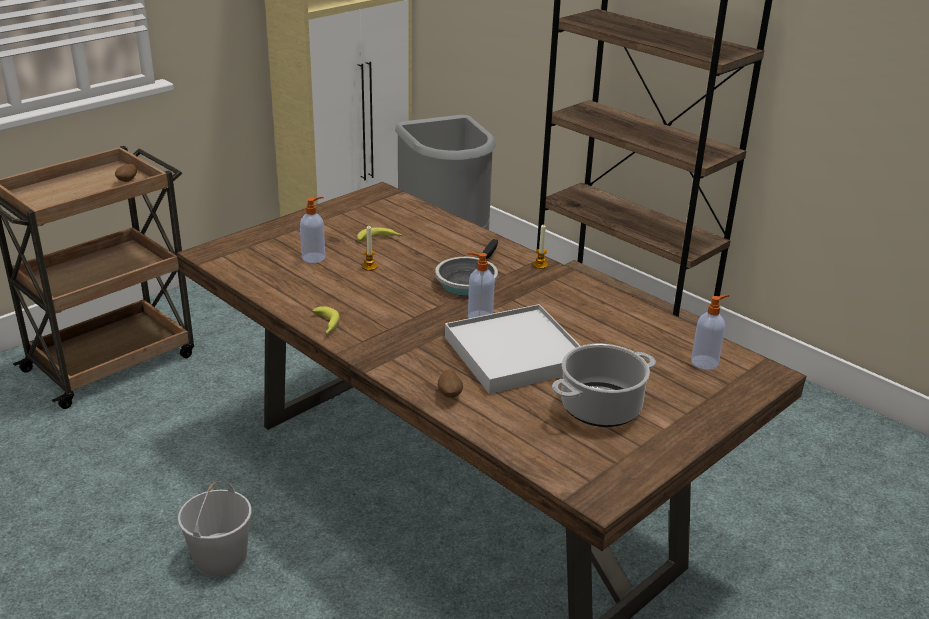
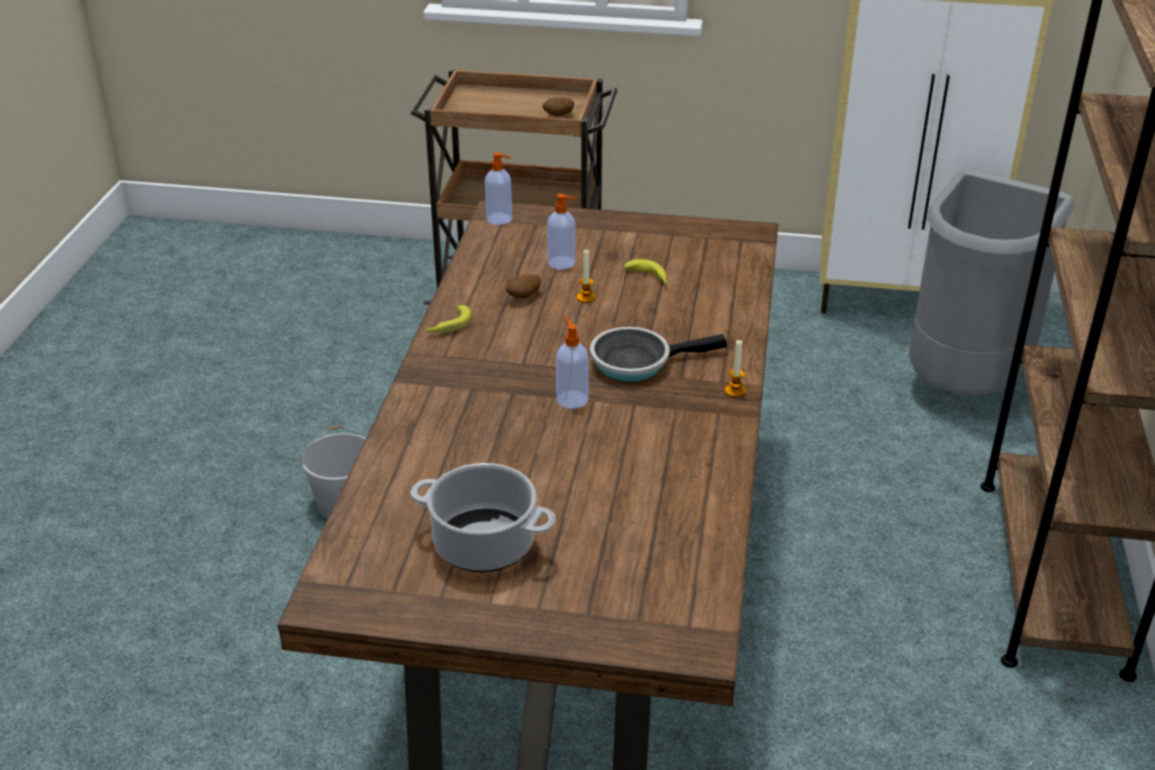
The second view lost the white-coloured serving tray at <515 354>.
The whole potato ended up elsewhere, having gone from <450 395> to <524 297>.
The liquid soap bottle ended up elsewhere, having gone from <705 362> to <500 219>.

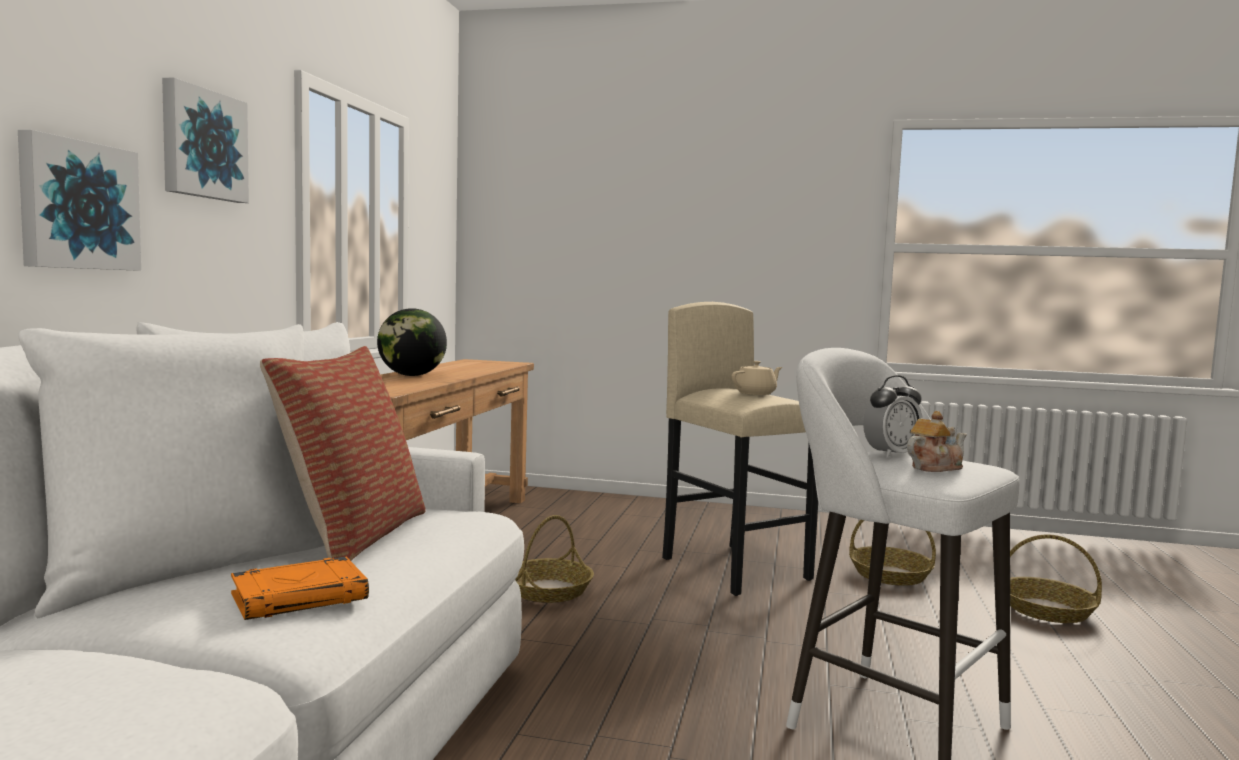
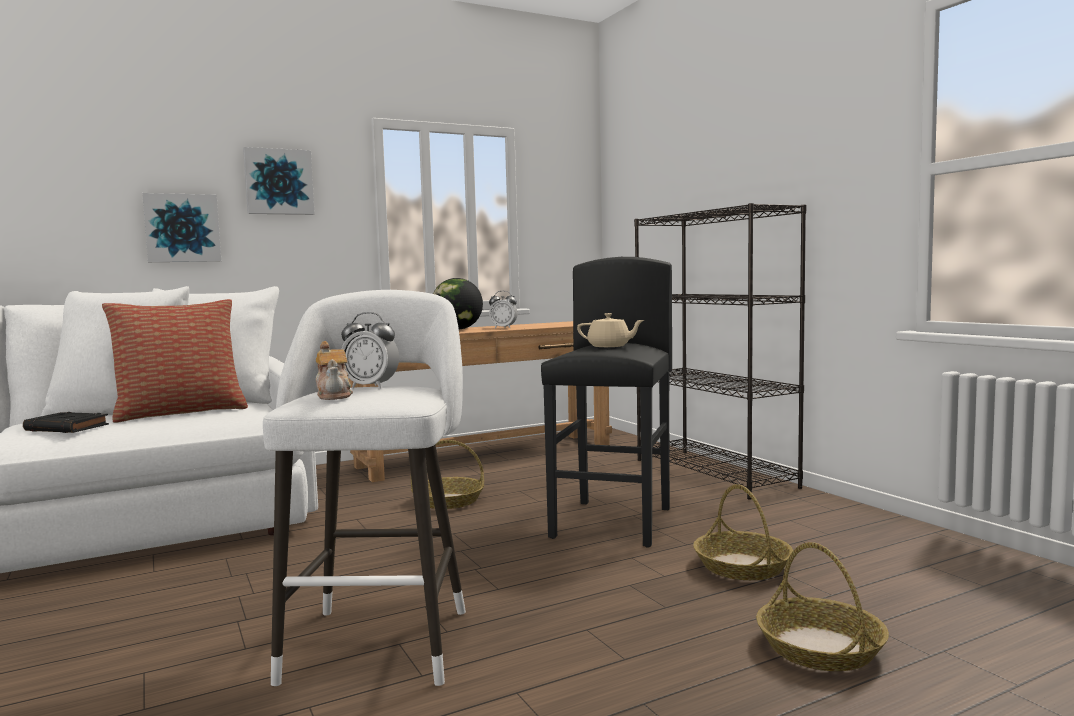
The second view gained the table clock at <503 328>.
The second view gained the black-coloured bookcase at <714 473>.
What was the orangey bound book at <301 597> turned into the black-coloured bound book at <68 428>.
What was the beige stool seat at <735 568> turned into the black-coloured stool seat at <614 523>.
The pot for tea at <934 467> ended up facing another way, 45 degrees clockwise from before.

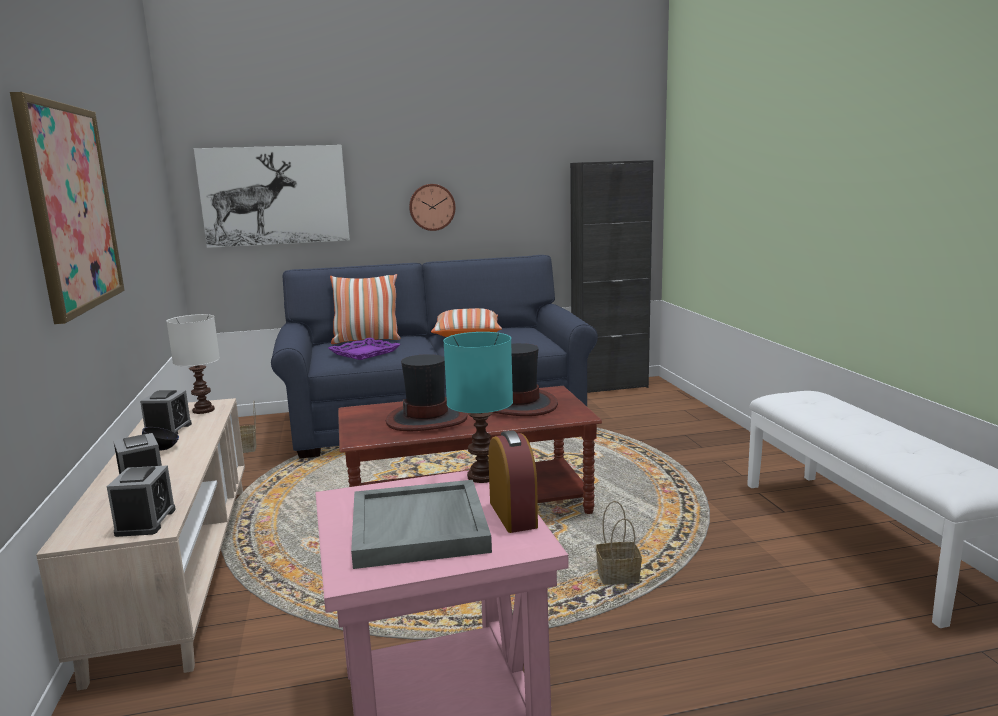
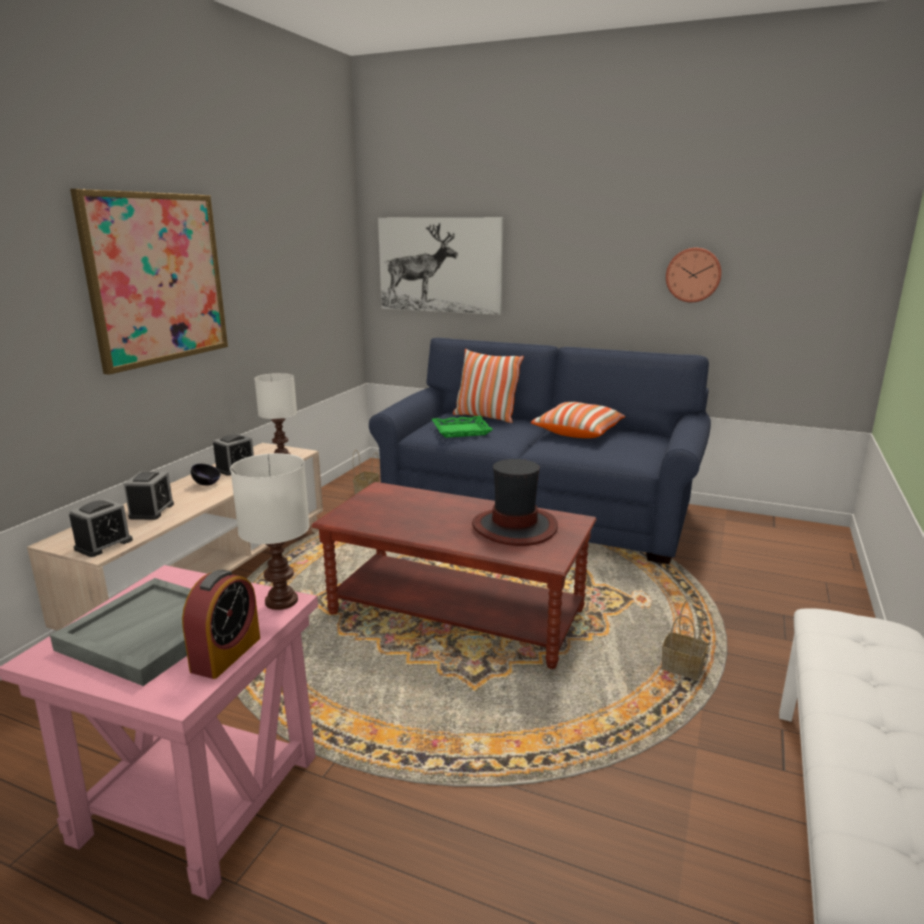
The second view lost the hat at <427 419>.
The second view lost the black-coloured storage cabinet at <609 386>.
The wall clock ended up elsewhere, having gone from <432 207> to <693 275>.
The storage basket ended up elsewhere, having gone from <617 577> to <680 668>.
What was the purple serving tray at <364 353> turned into the green-coloured serving tray at <461 430>.
What was the blue-green lamp for a table at <483 477> turned into the white-coloured lamp for a table at <281 602>.

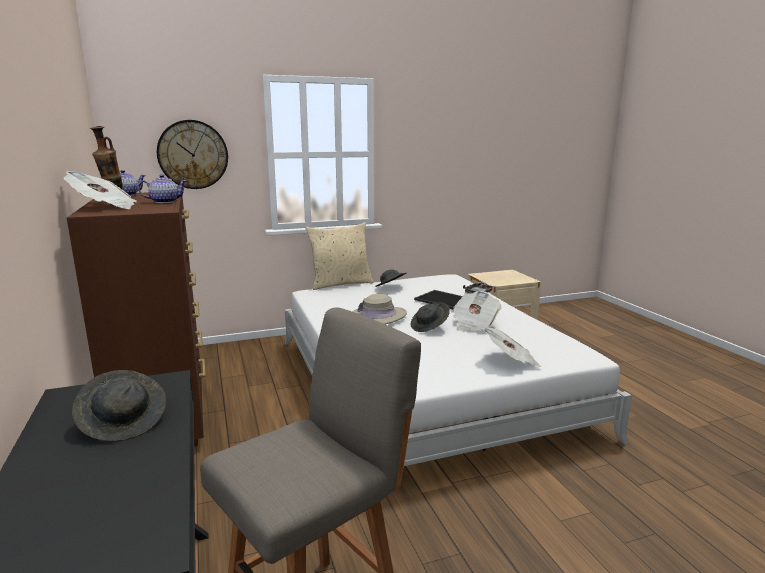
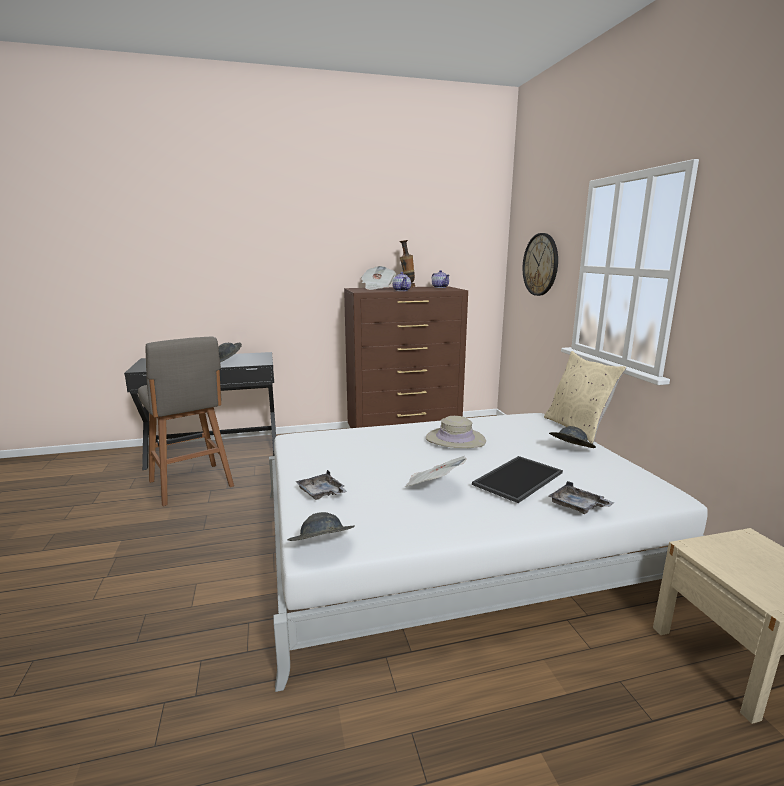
The greyish hat ended up elsewhere, having gone from <429 327> to <321 547>.
Where the newspaper stood at <511 361>, the greyish serving tray came to stand at <321 493>.

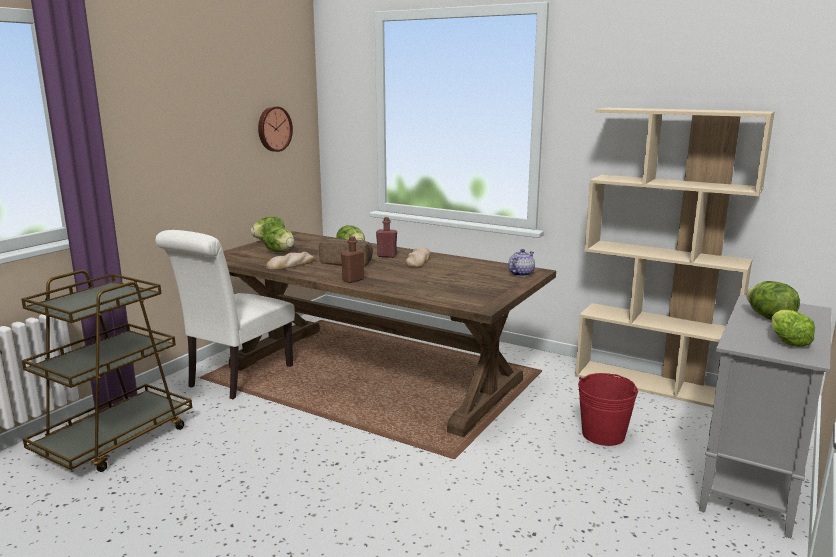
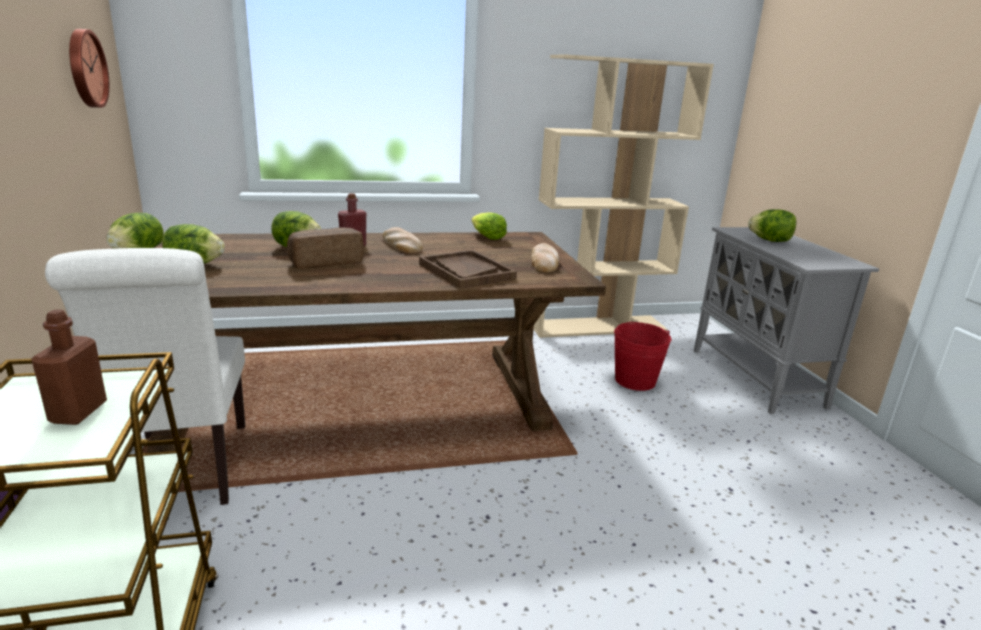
The second view lost the pot for tea at <520 274>.
The second view gained the brownish serving tray at <466 271>.
The baked bread ended up elsewhere, having gone from <291 265> to <544 262>.
The brownish bottle ended up elsewhere, having gone from <353 280> to <78 412>.
The lettuce head ended up elsewhere, having gone from <787 341> to <486 237>.

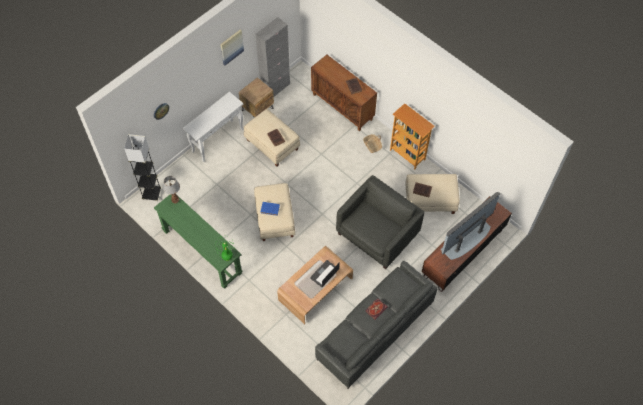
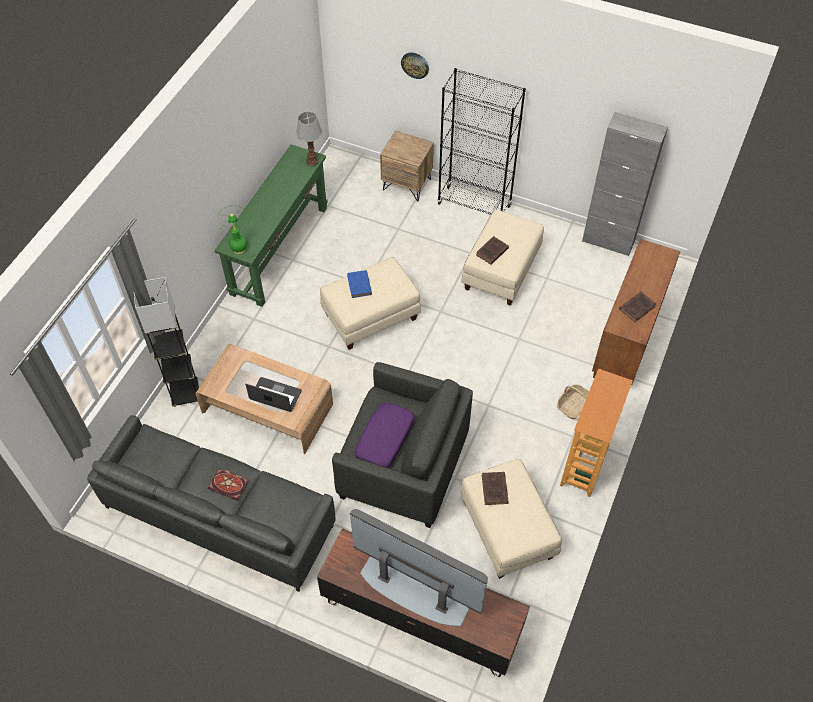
The second view lost the wall picture at <231 47>.
The second view gained the purple cushion at <385 439>.
The greyish standing lamp ended up elsewhere, having gone from <152 194> to <185 394>.
The brownish bedside table ended up elsewhere, having gone from <257 109> to <407 184>.
Where the white-coloured console table stood at <218 140>, the black-coloured bookcase came to stand at <474 205>.

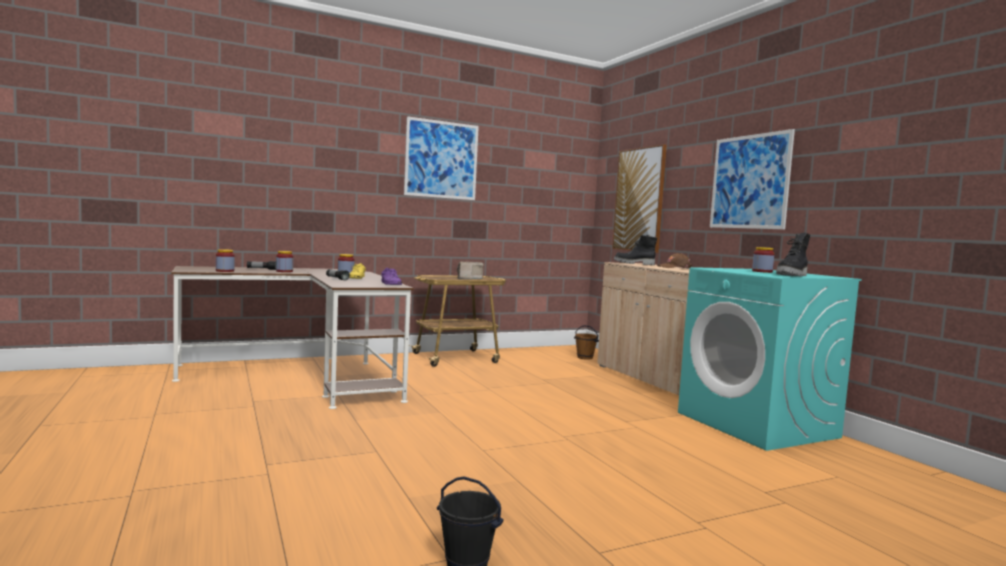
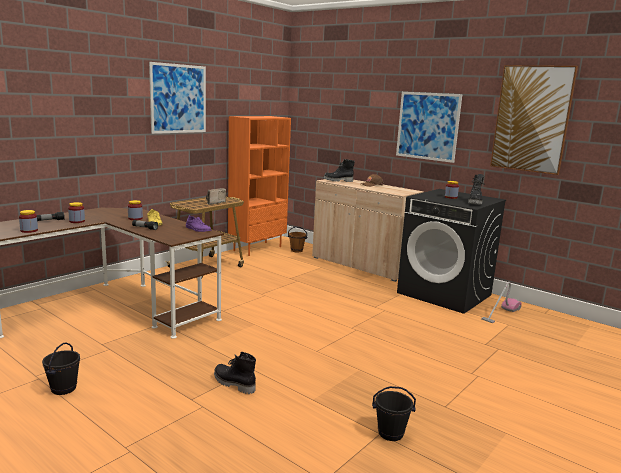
The second view gained the black-coloured water bucket at <63 389>.
The second view gained the black-coloured boot at <233 384>.
The second view gained the orangey bookcase at <257 248>.
The second view gained the hoover at <501 314>.
The wall picture ended up elsewhere, having gone from <639 199> to <532 119>.
What was the blue-green washing machine at <757 425> turned into the black-coloured washing machine at <445 294>.

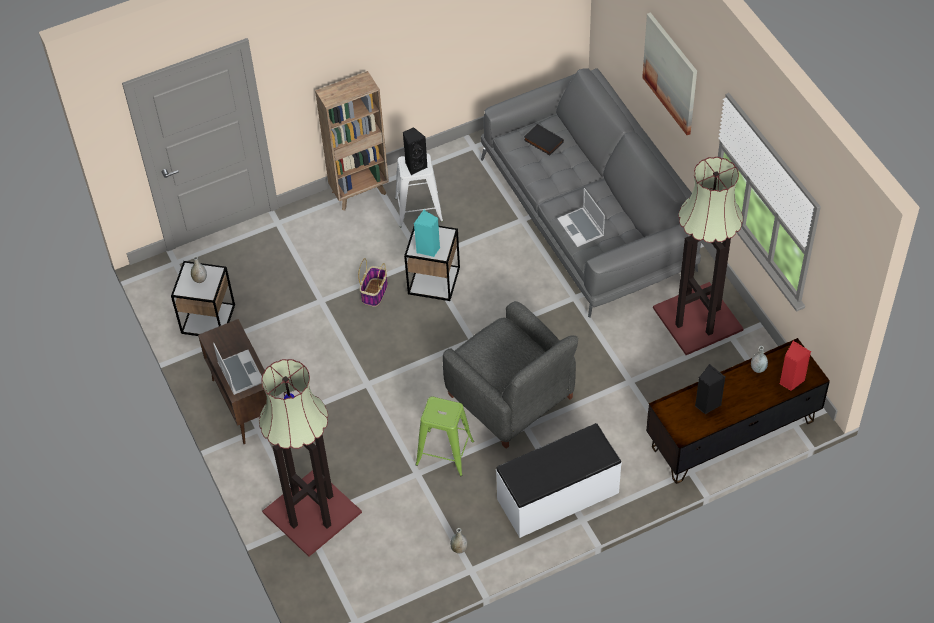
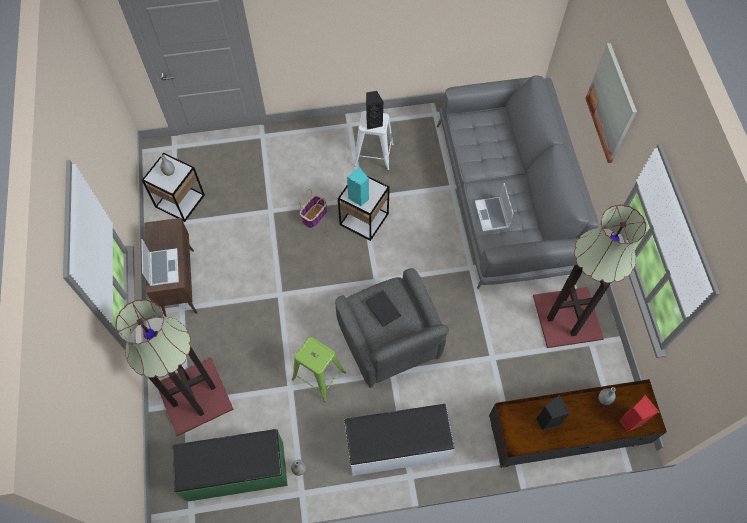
The second view lost the brownish bookcase at <360 192>.
The second view gained the green-coloured indoor bench at <236 472>.
The black-coloured bound book ended up elsewhere, having gone from <542 141> to <382 309>.

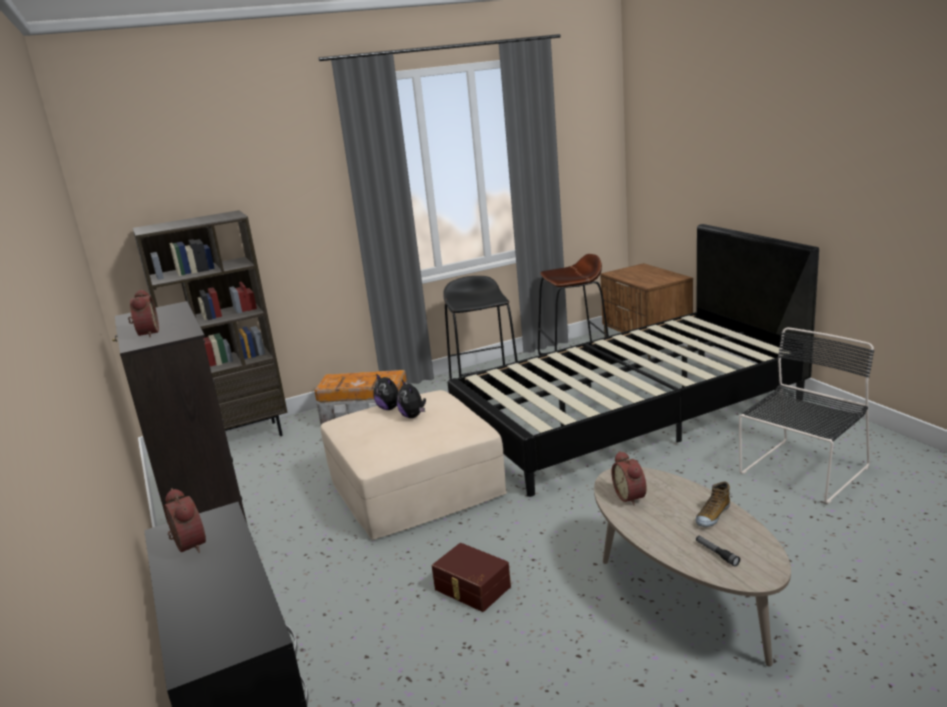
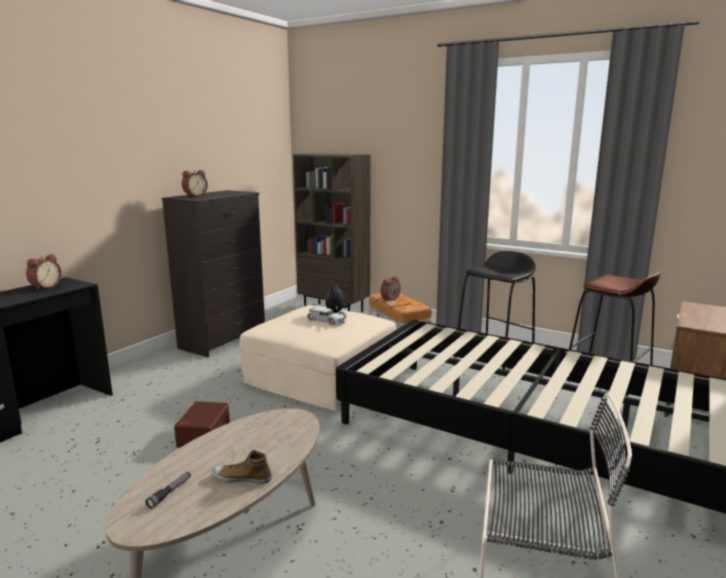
The table clock ended up elsewhere, having gone from <631 496> to <391 299>.
Where the soft toy stood at <413 416>, the white-coloured toy car came to stand at <327 320>.

